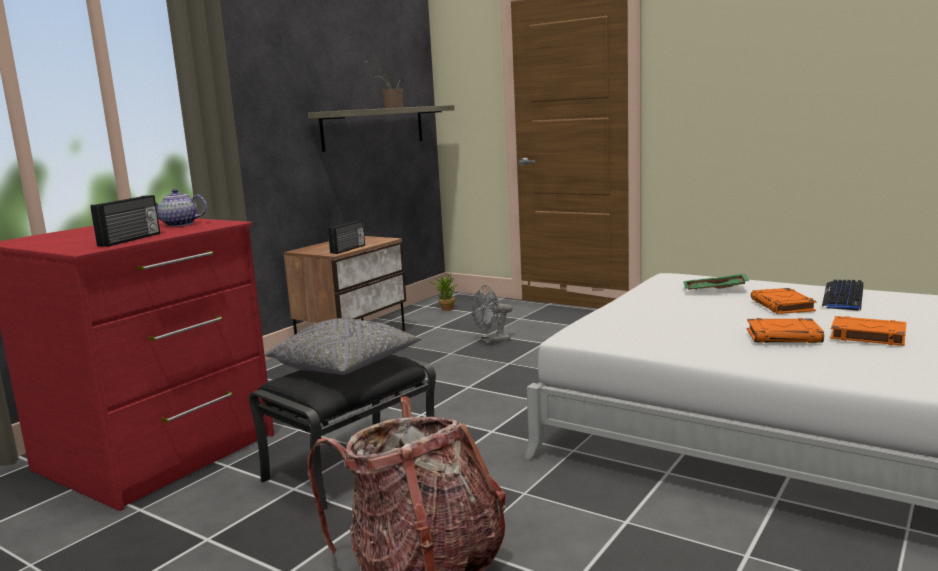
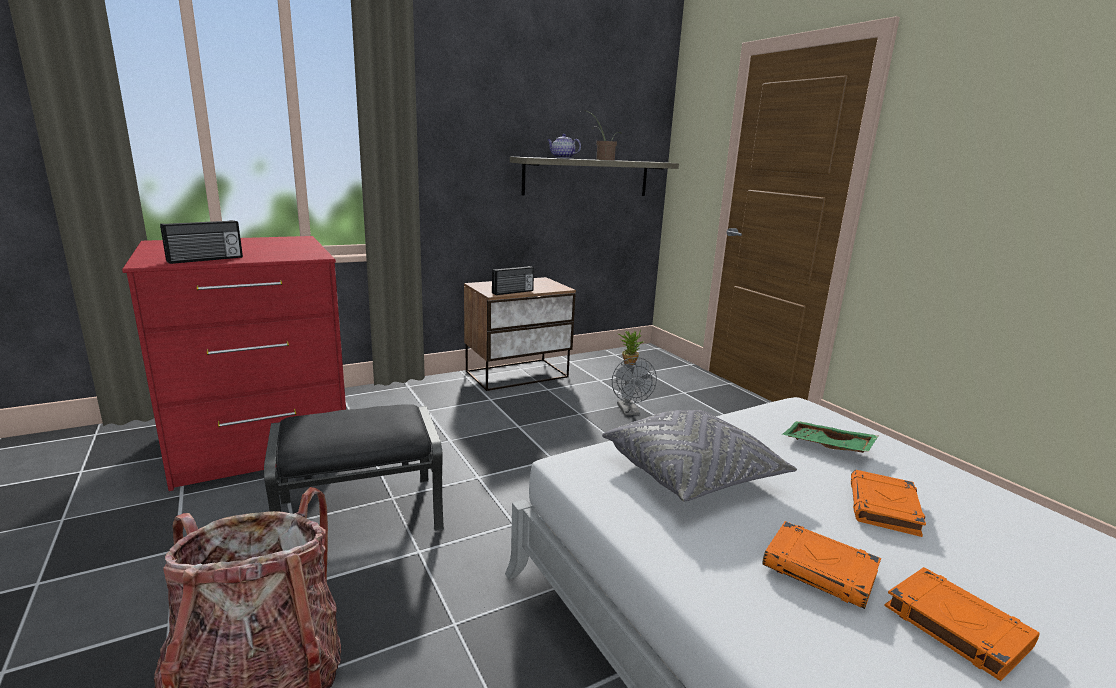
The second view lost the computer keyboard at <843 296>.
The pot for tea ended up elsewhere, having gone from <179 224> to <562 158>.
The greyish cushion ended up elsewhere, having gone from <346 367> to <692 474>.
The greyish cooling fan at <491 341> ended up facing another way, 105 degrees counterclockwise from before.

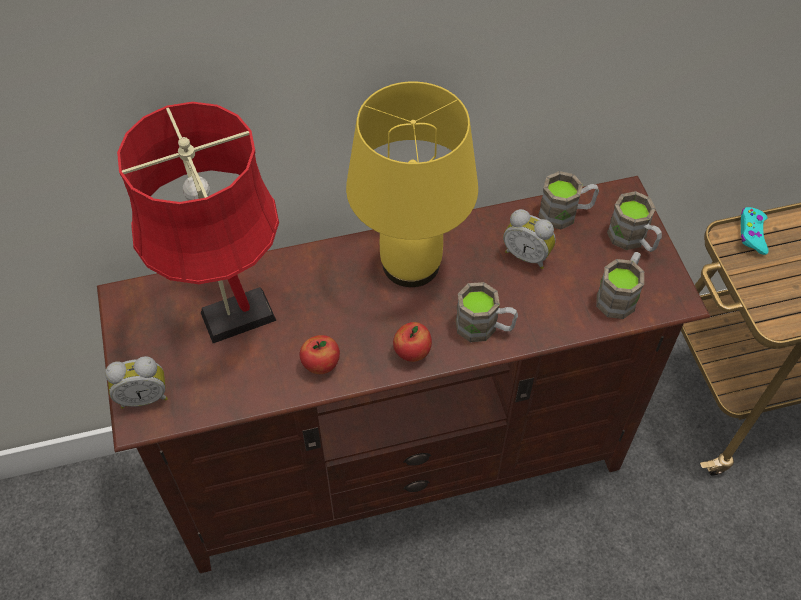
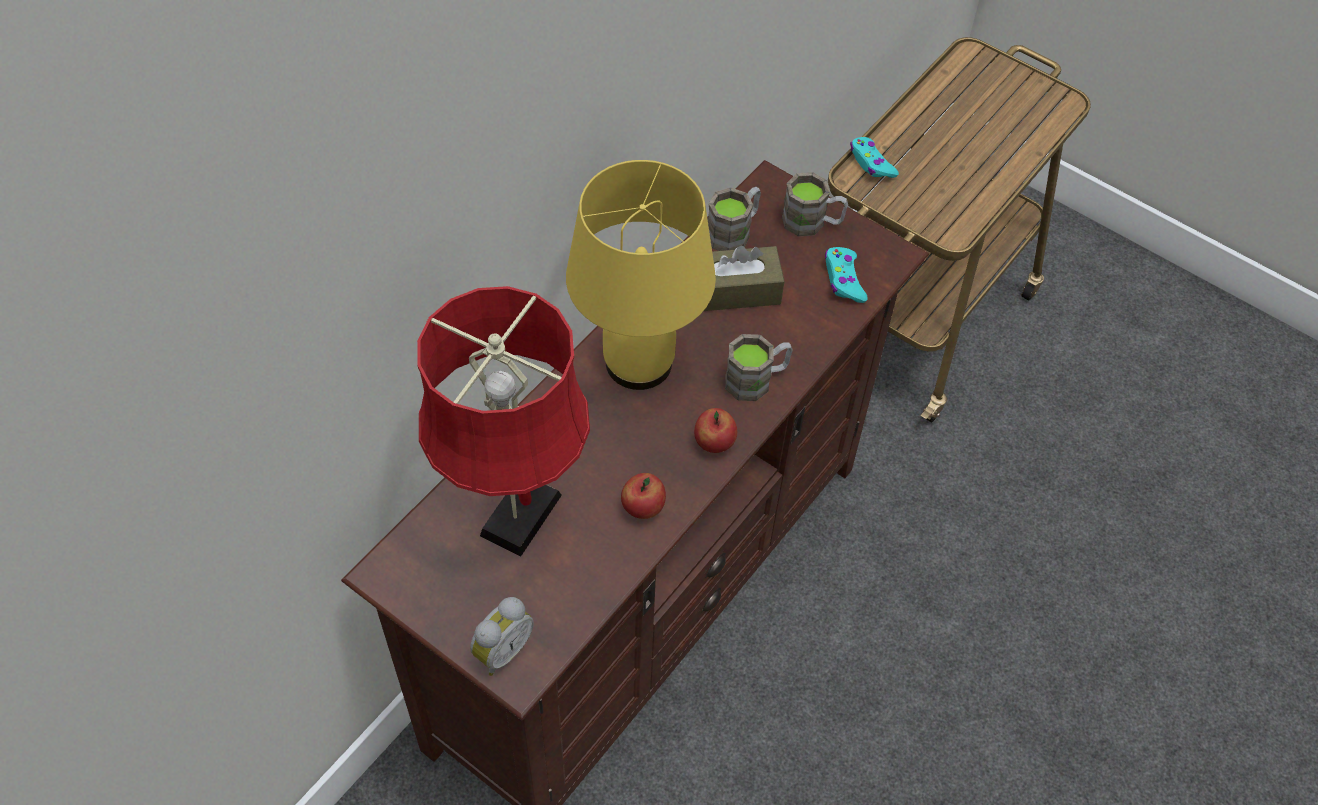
Where the table clock stood at <527 255>, the brownish box of tissues came to stand at <735 290>.
Where the brownish mug stood at <619 295>, the blue-green gamepad came to stand at <843 280>.

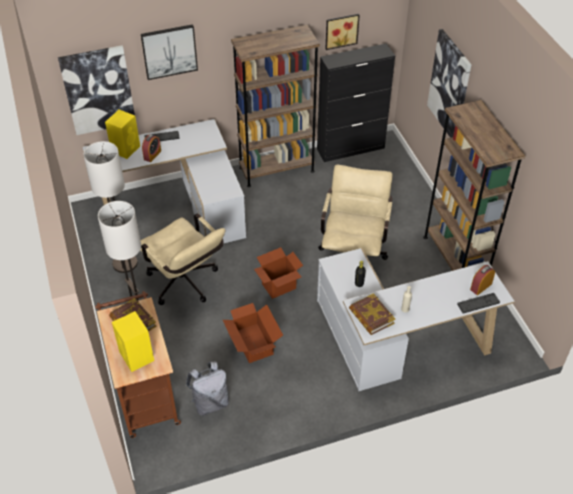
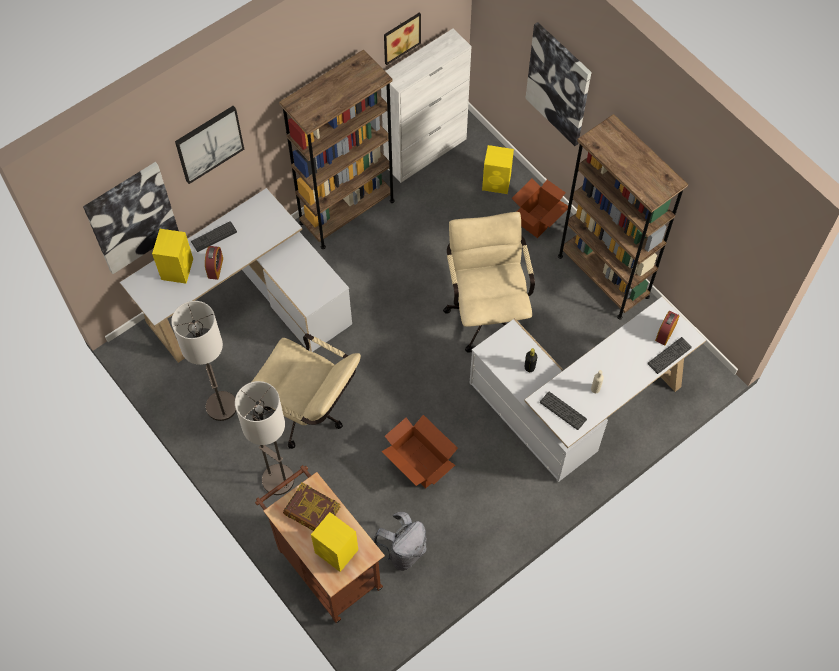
The second view gained the yellowish speaker at <497 182>.
The packing box ended up elsewhere, having gone from <278 286> to <537 221>.
Where the bound book stood at <371 317>, the computer keyboard came to stand at <563 411>.
What was the black-coloured storage cabinet at <351 148> turned into the white-coloured storage cabinet at <426 152>.

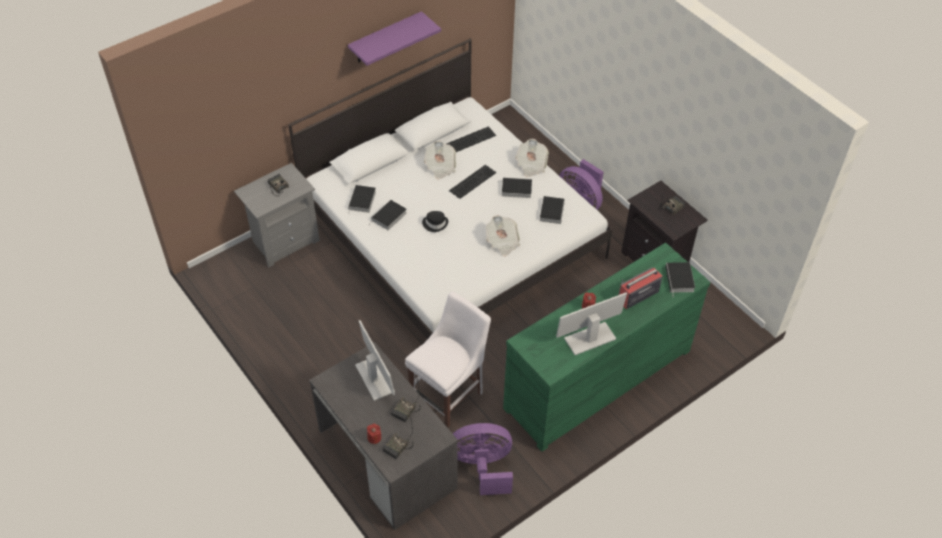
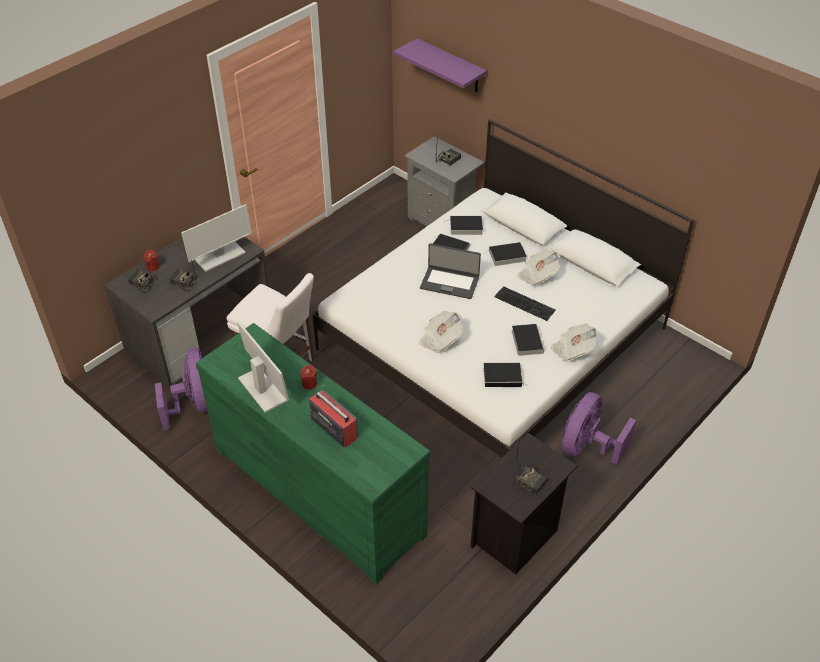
The second view lost the computer keyboard at <471 139>.
The purple wall shelf ended up elsewhere, having gone from <385 38> to <450 66>.
The bound book ended up elsewhere, having gone from <680 280> to <506 256>.
Where the black-coloured hat stood at <435 223>, the laptop came to stand at <449 282>.

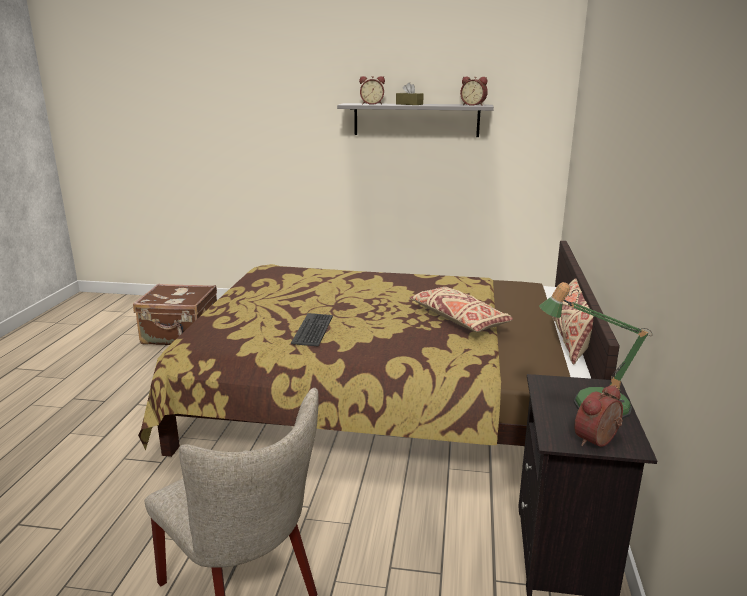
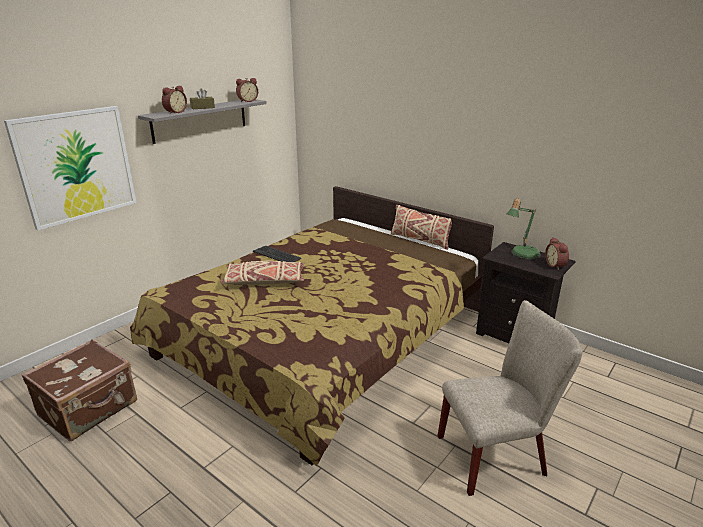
The second view gained the wall picture at <76 165>.
The computer keyboard ended up elsewhere, having gone from <313 330> to <277 255>.
The beige cushion ended up elsewhere, having gone from <459 320> to <264 281>.

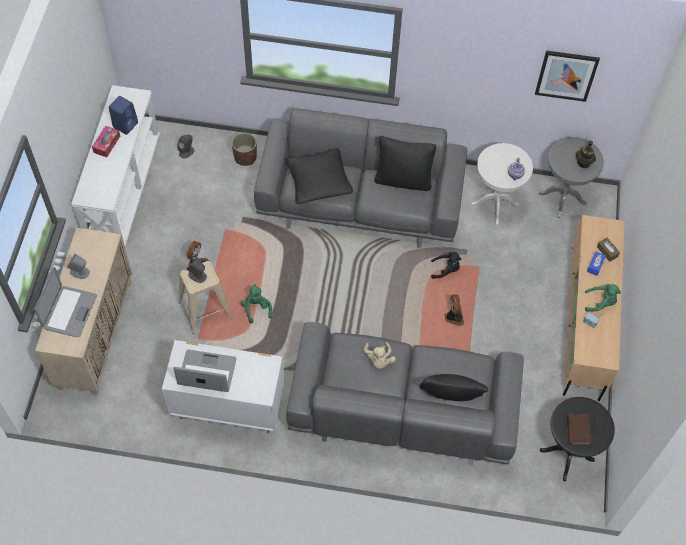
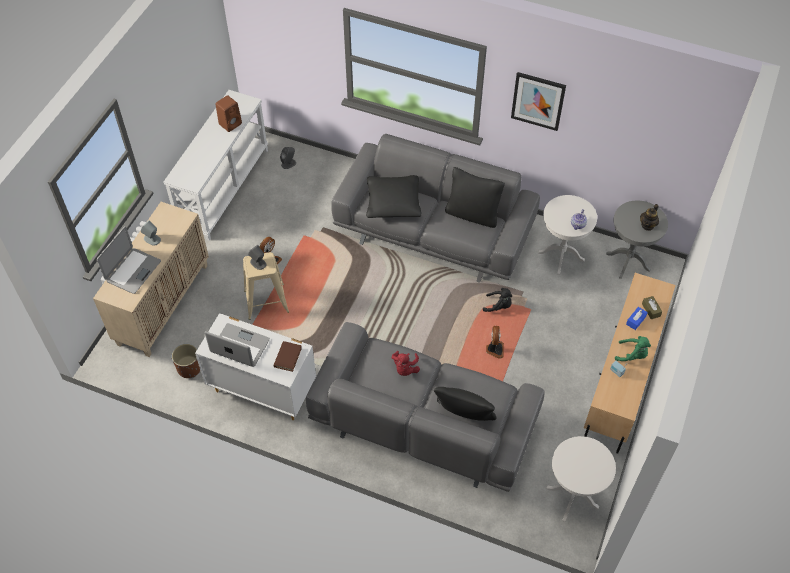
The second view lost the box of tissues at <107 144>.
The second view lost the green-coloured soft toy at <256 308>.
The brownish plant pot ended up elsewhere, having gone from <245 157> to <189 368>.
The wall picture ended up elsewhere, having gone from <566 75> to <538 101>.
The brownish bound book ended up elsewhere, having gone from <578 430> to <287 357>.
What was the blue-coloured speaker at <125 124> turned into the brownish speaker at <230 123>.
What was the beige soft toy at <379 360> turned into the red soft toy at <405 369>.
What was the black-coloured end table at <566 455> turned into the white-coloured end table at <572 497>.

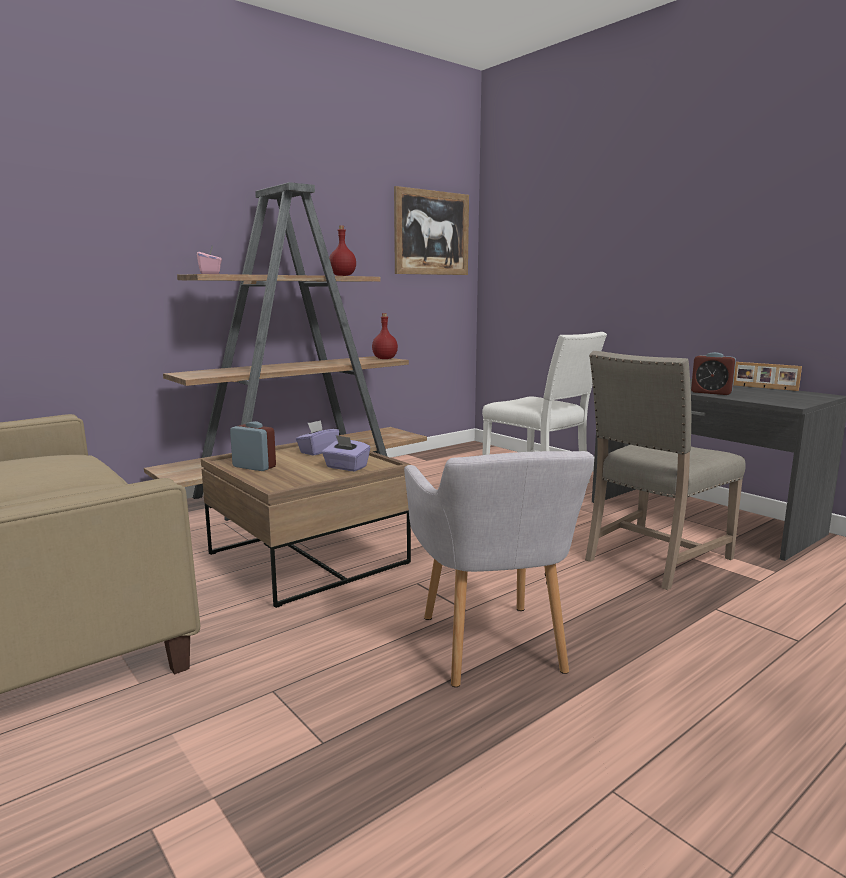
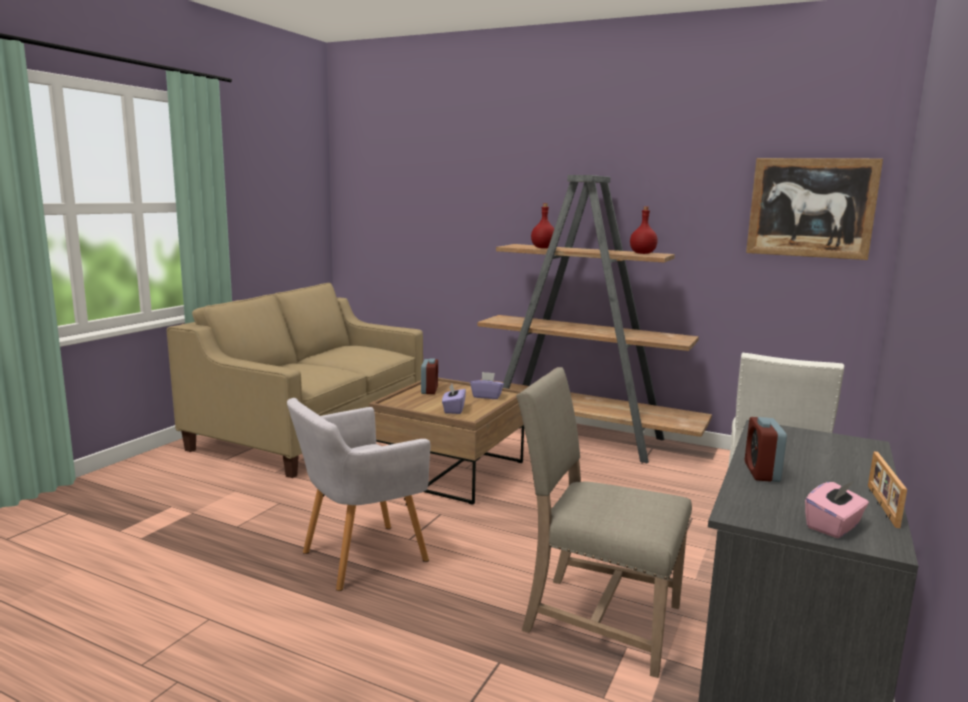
The pink box of tissues ended up elsewhere, having gone from <210 274> to <833 526>.
The red bottle ended up elsewhere, having gone from <385 359> to <543 248>.

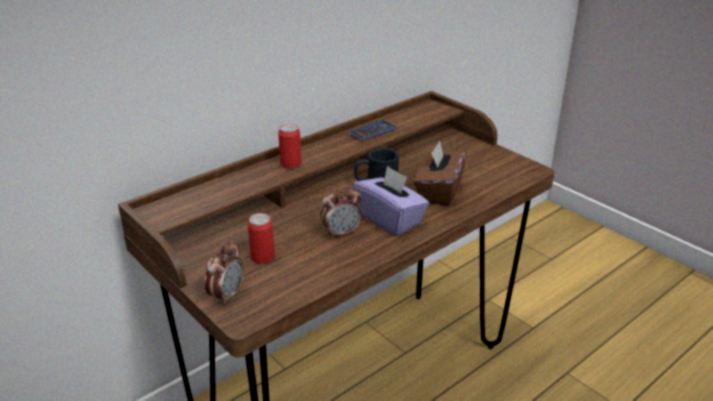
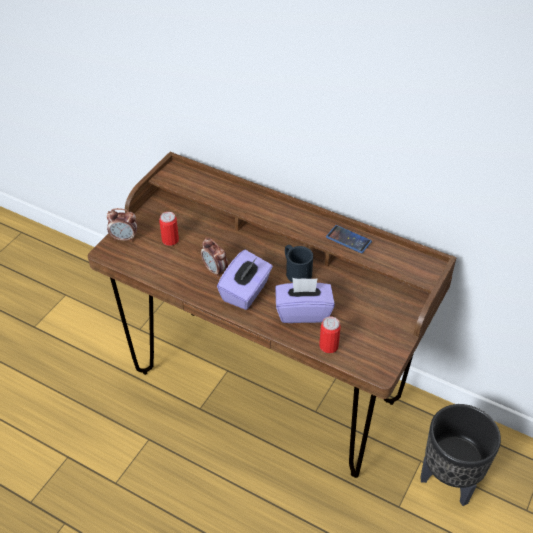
The second view gained the black-coloured plant pot at <449 482>.
The sealed can ended up elsewhere, having gone from <290 163> to <328 346>.
What was the brownish box of tissues at <438 191> turned into the purple box of tissues at <303 312>.

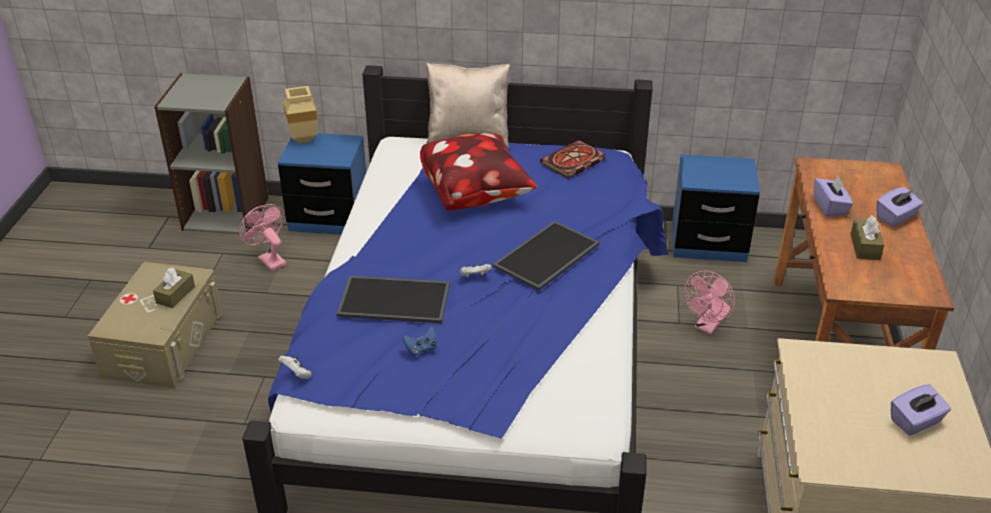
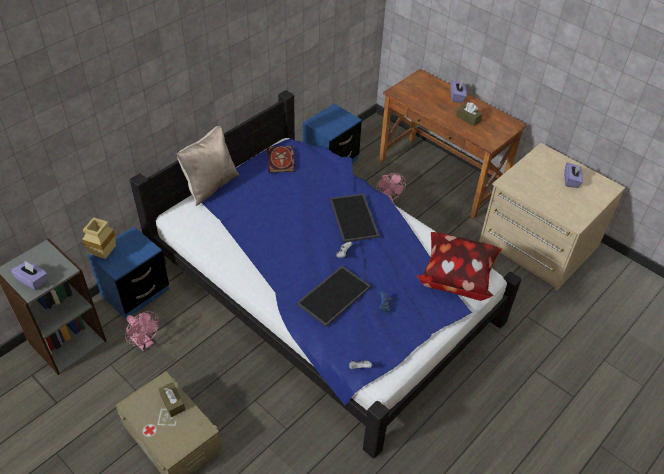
The cushion ended up elsewhere, having gone from <476 194> to <456 277>.
The purple box of tissues ended up elsewhere, having gone from <830 207> to <33 280>.
The pink cooling fan at <269 259> ended up facing another way, 135 degrees counterclockwise from before.

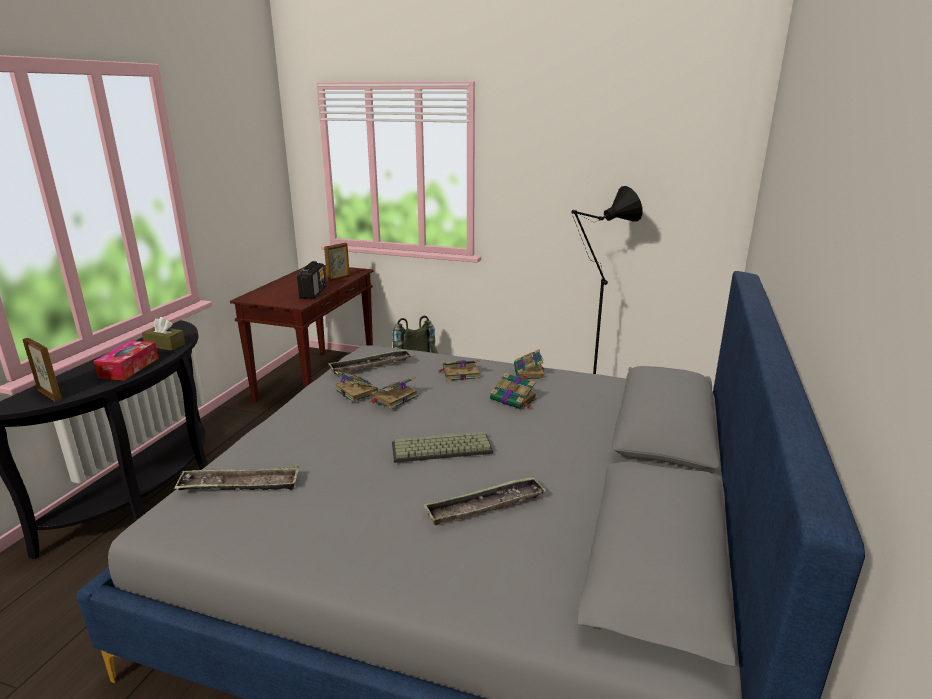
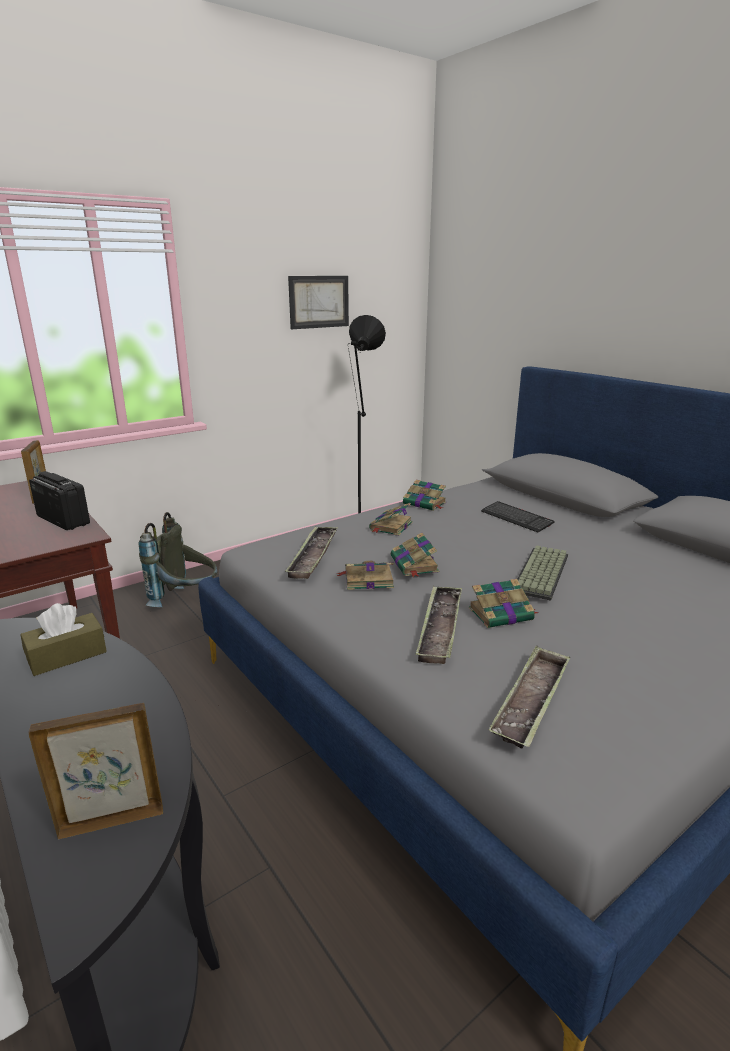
The second view lost the box of tissues at <129 368>.
The second view gained the wall picture at <319 302>.
The second view gained the computer keyboard at <516 518>.
The serving tray ended up elsewhere, having gone from <485 506> to <440 628>.
The bound book ended up elsewhere, having gone from <514 399> to <502 614>.

